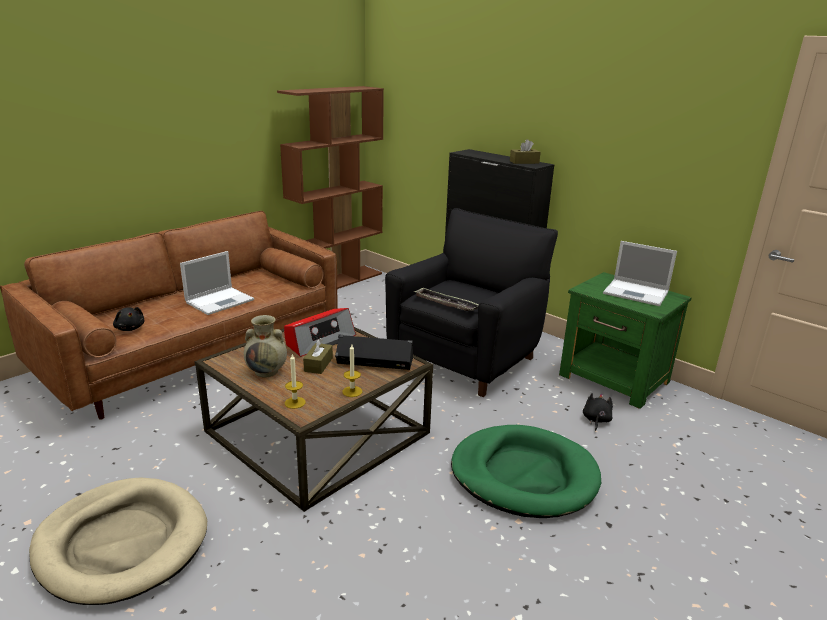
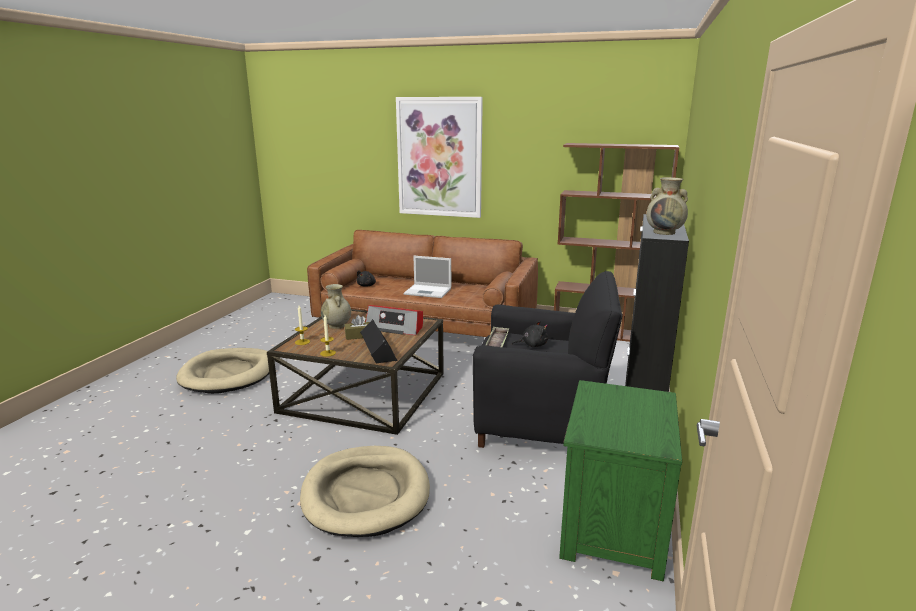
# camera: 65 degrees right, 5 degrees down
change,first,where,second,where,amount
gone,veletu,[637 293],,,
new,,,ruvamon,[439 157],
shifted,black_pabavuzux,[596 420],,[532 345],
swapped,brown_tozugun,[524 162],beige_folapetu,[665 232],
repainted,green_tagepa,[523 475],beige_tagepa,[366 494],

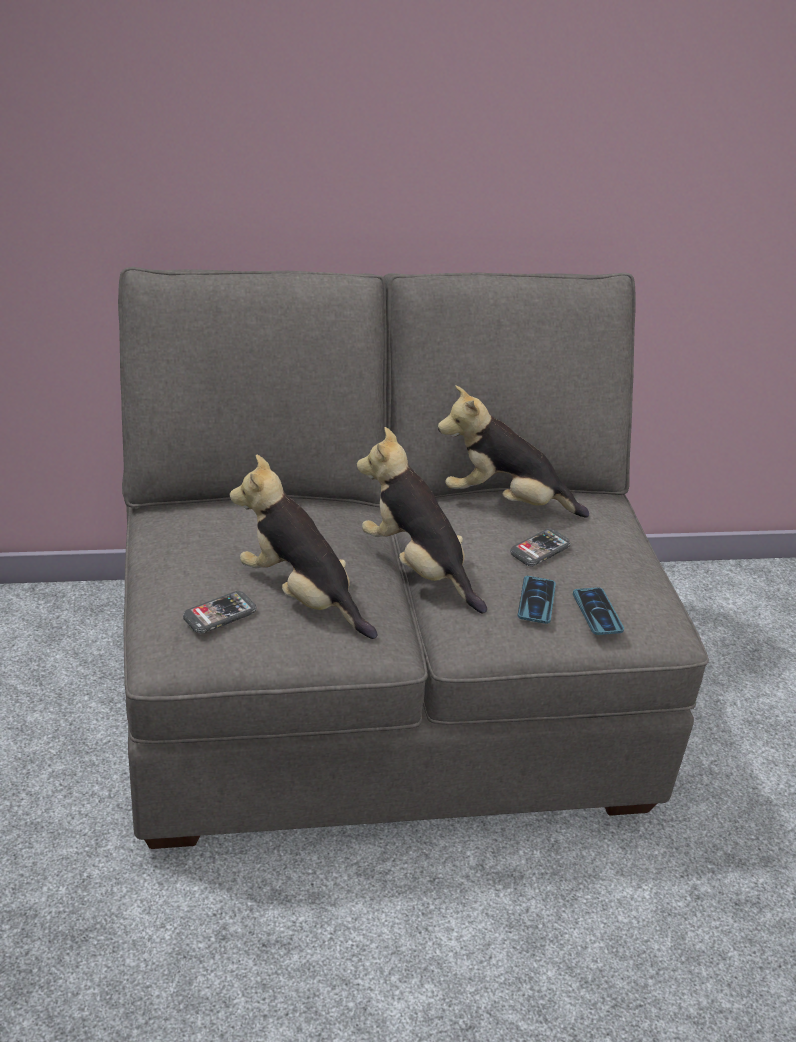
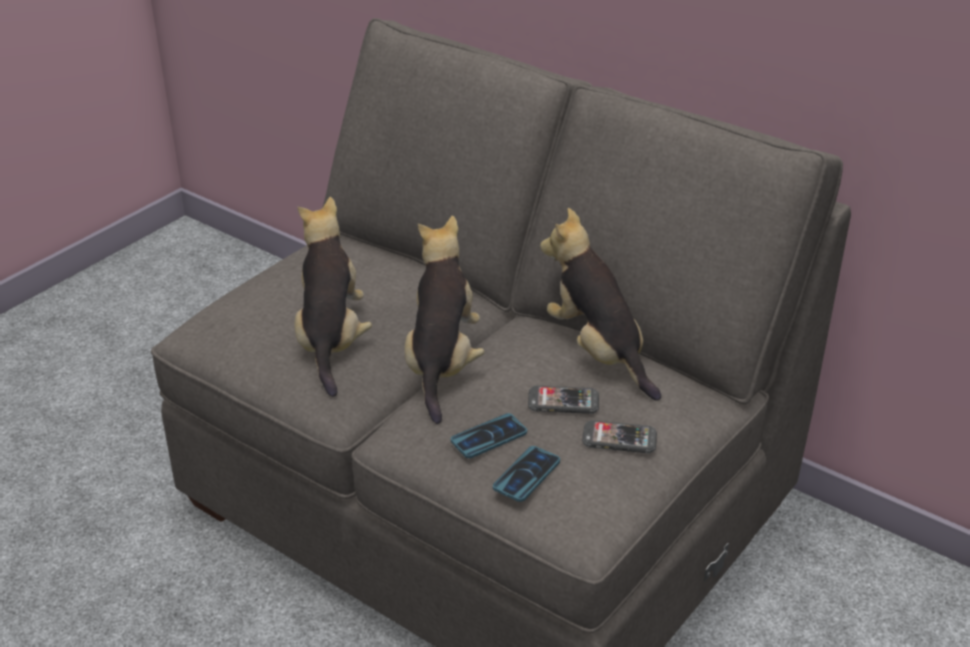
# camera: 50 degrees right, 0 degrees up
change,first,where,second,where,amount
shifted,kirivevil,[220 614],,[619 439],

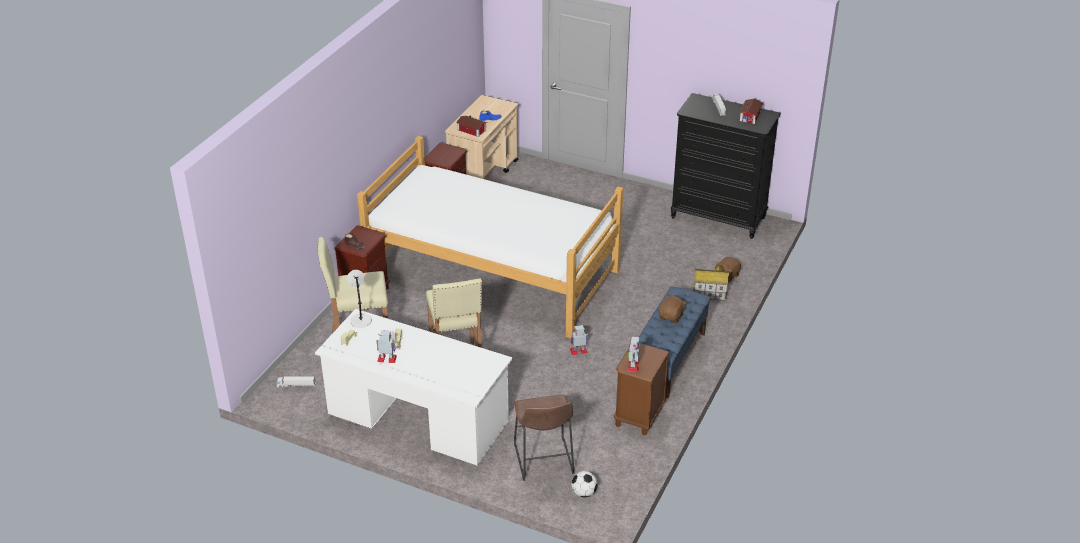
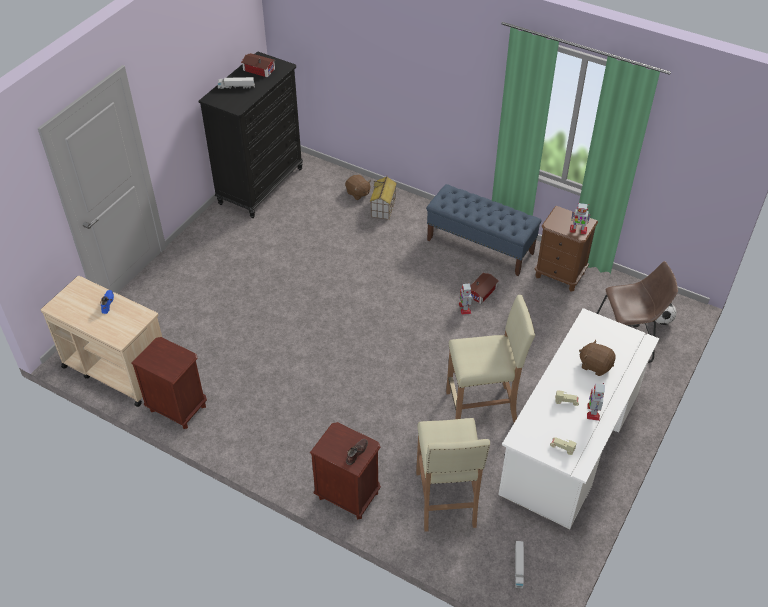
# camera: 85 degrees left, 10 degrees up
change,first,where,second,where,amount
gone,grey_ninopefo,[360 320],,,
gone,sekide,[492 272],,,
shifted,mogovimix,[472 130],,[483 292],
shifted,brown_pabavuzux,[671 317],,[595 365],

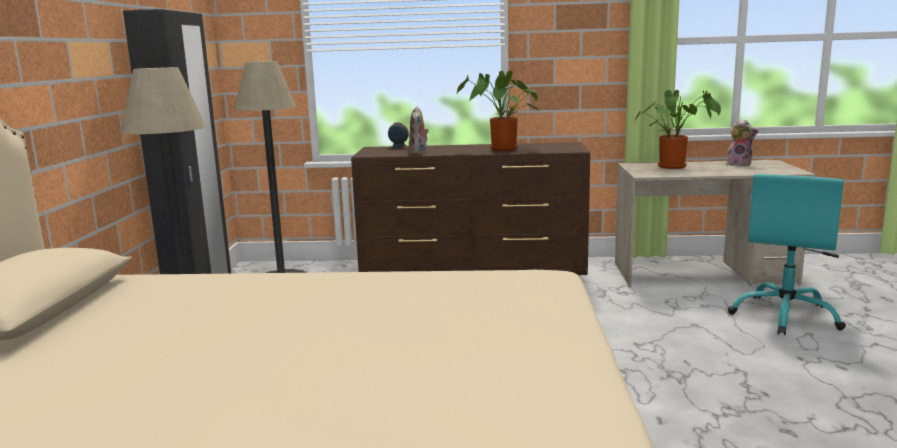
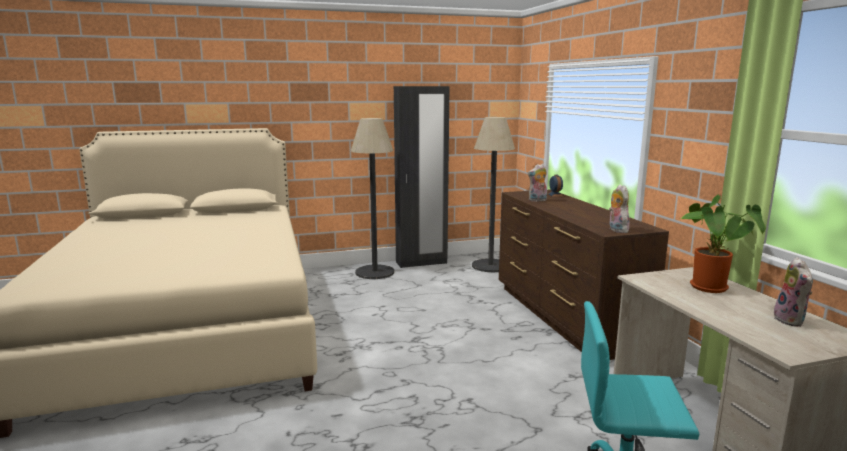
# camera: 70 degrees right, 0 degrees up
change,first,where,second,where,amount
gone,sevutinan,[501 149],,,
new,,,pabavuzux,[616 230],

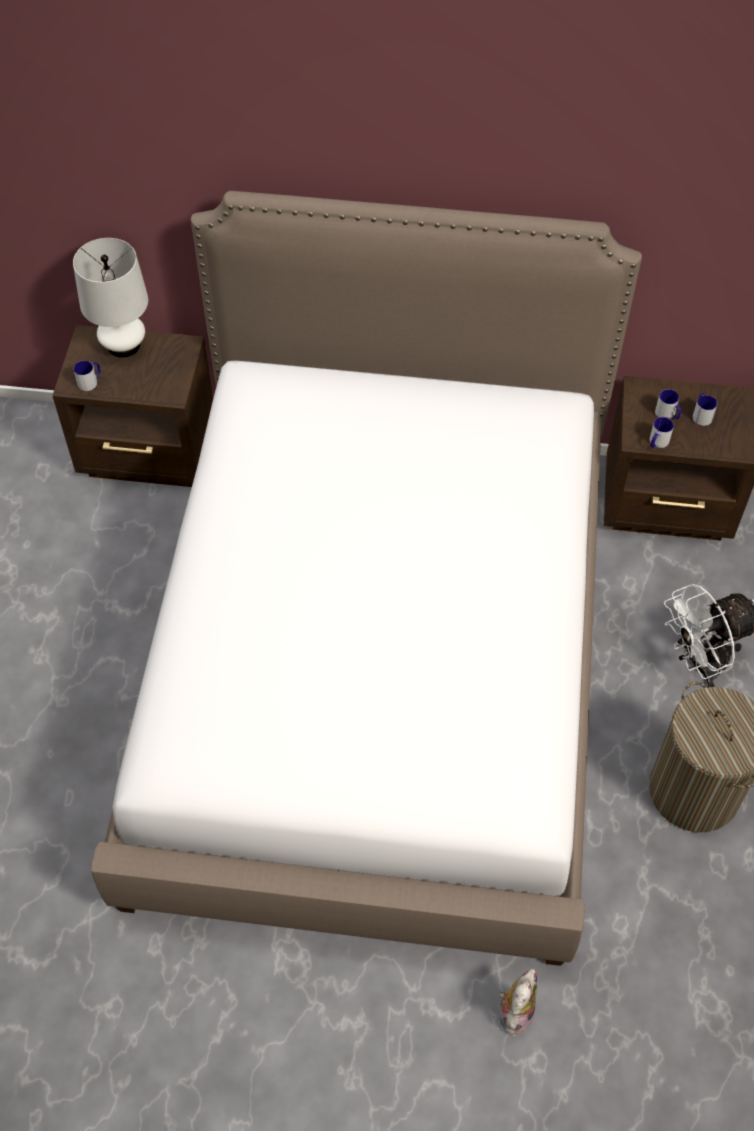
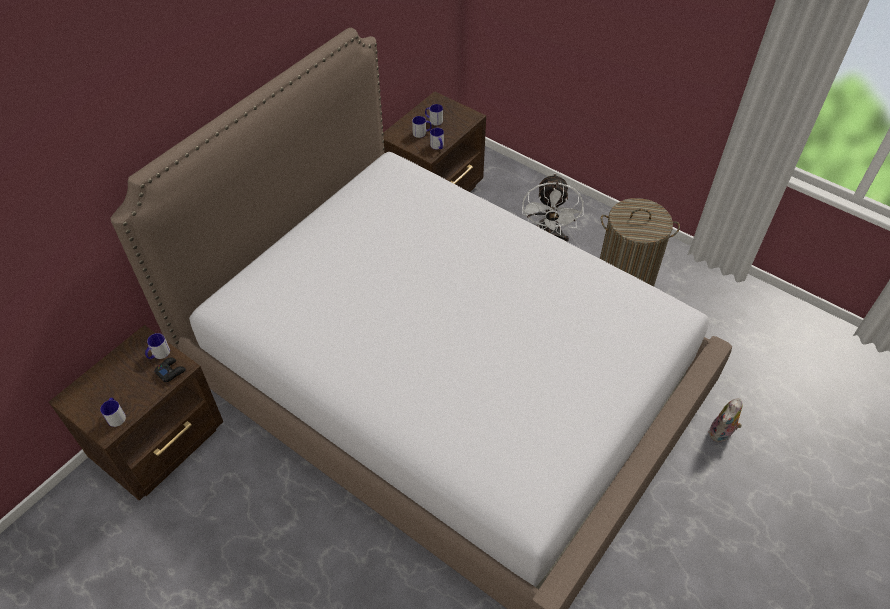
# camera: 60 degrees left, 5 degrees down
change,first,where,second,where,amount
gone,white_ninopefo,[123 345],,,
new,,,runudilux,[158 354],
new,,,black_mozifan,[170 371],
rotated,pabavuzux,[515 1012],,[721 433],105 degrees counterclockwise

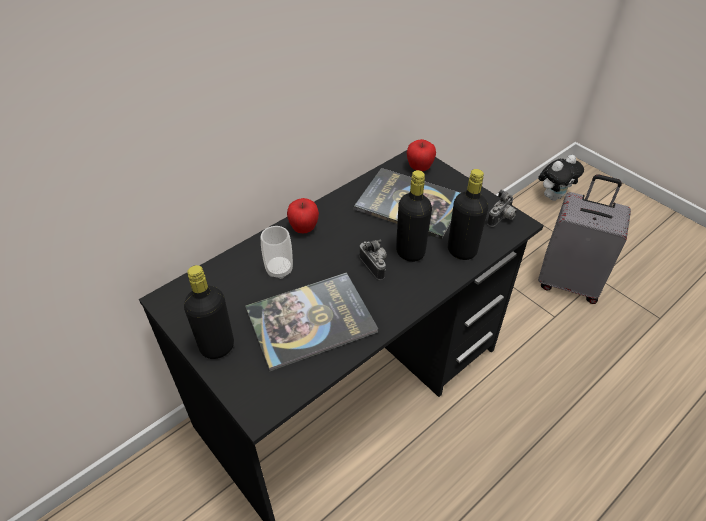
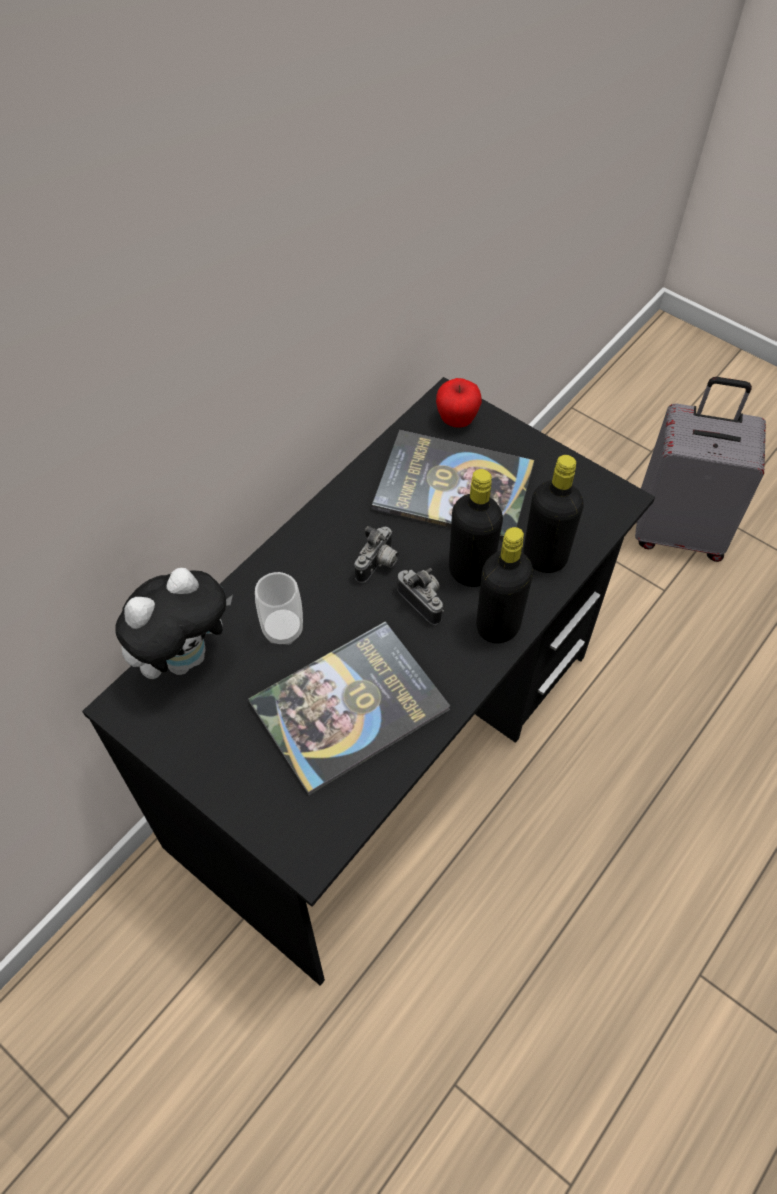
# camera: 10 degrees left, 10 degrees up
change,first,where,second,where,amount
gone,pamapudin,[304 229],,,
shifted,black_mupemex,[217 347],,[498 626],
shifted,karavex,[502 219],,[378 565],
shifted,pabavuzux,[553 196],,[185 656],

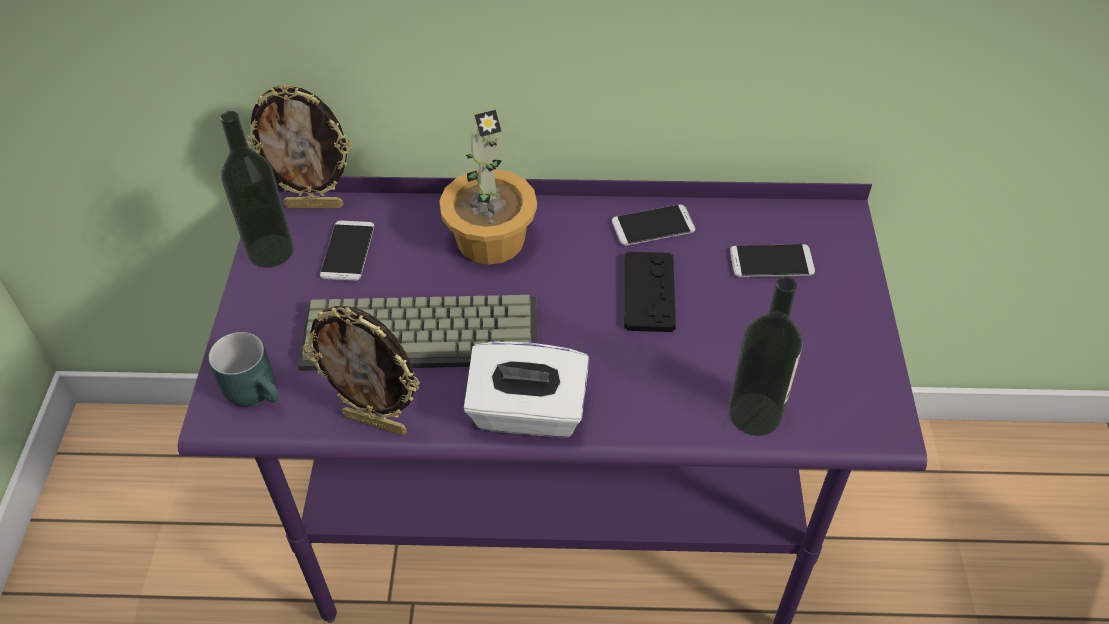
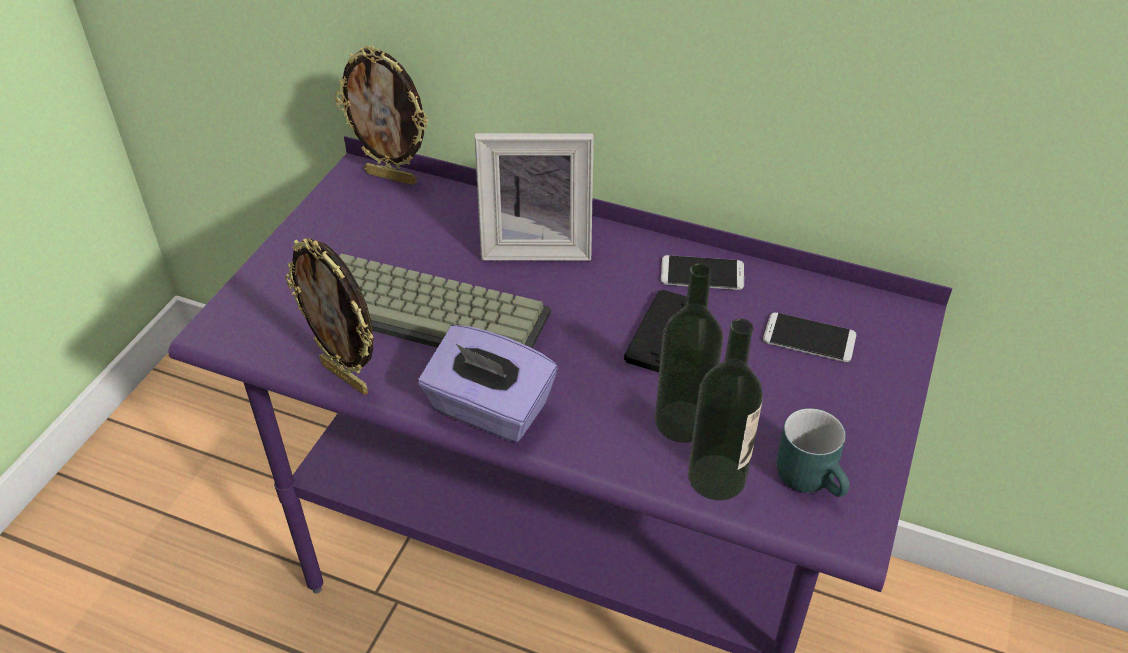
# camera: 20 degrees right, 5 degrees down
change,first,where,second,where,amount
gone,kirivevil,[348 251],,,
shifted,turquoise_runudilux,[259 391],,[813 478],
shifted,mupemex,[270 250],,[682 421],
swapped,sevutinan,[490 238],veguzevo,[536 245],
repainted,white_tozugun,[527 413],purple_tozugun,[489 409],

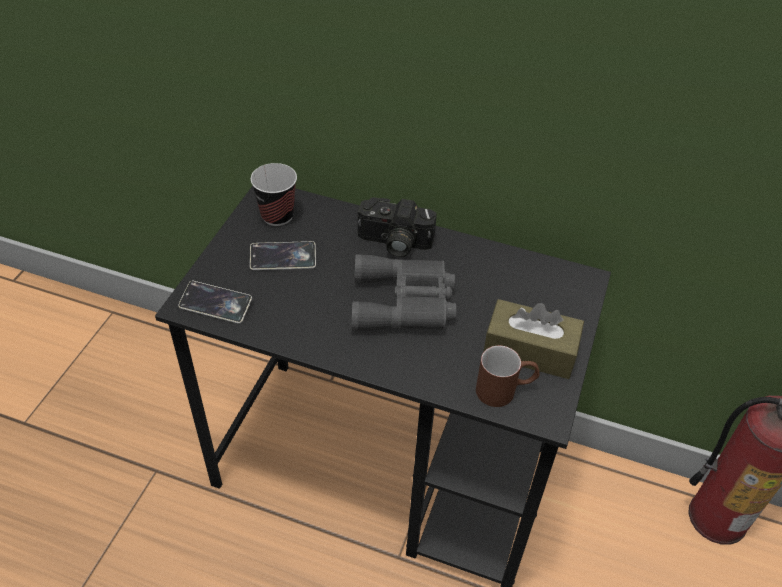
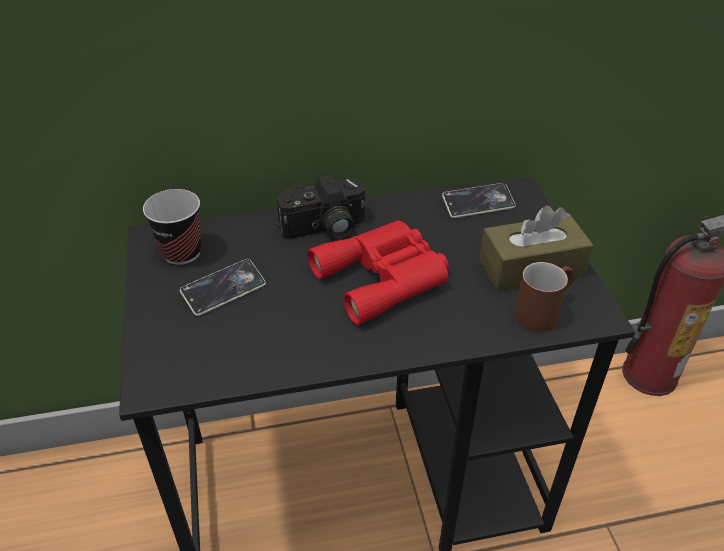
# camera: 30 degrees left, 5 degrees down
change,first,where,second,where,amount
shifted,kirivevil,[215 305],,[478 204],
repainted,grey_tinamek,[406 303],red_tinamek,[385 277],

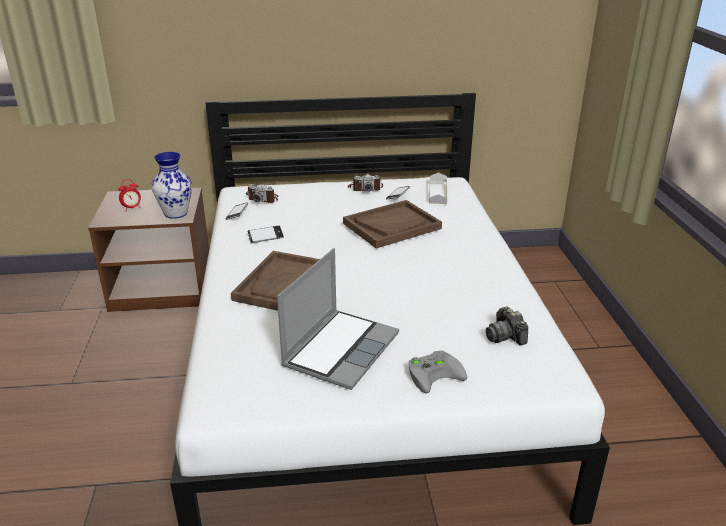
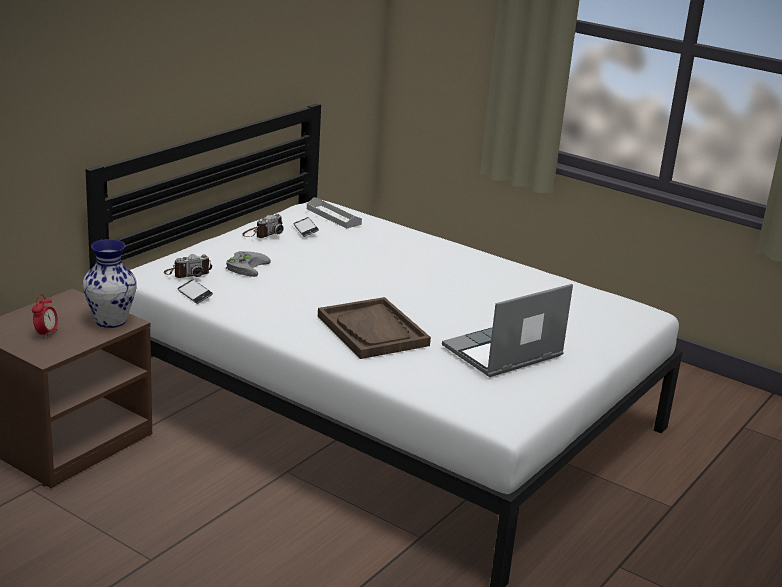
# camera: 50 degrees left, 5 degrees down
change,first,where,second,where,amount
gone,kirivevil,[265 237],,,
gone,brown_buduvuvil,[392 226],,,
gone,karavex,[505 336],,,
shifted,grey_mozifan,[435 372],,[246 266],
rotated,veletu,[340 349],,[502 353],105 degrees counterclockwise

